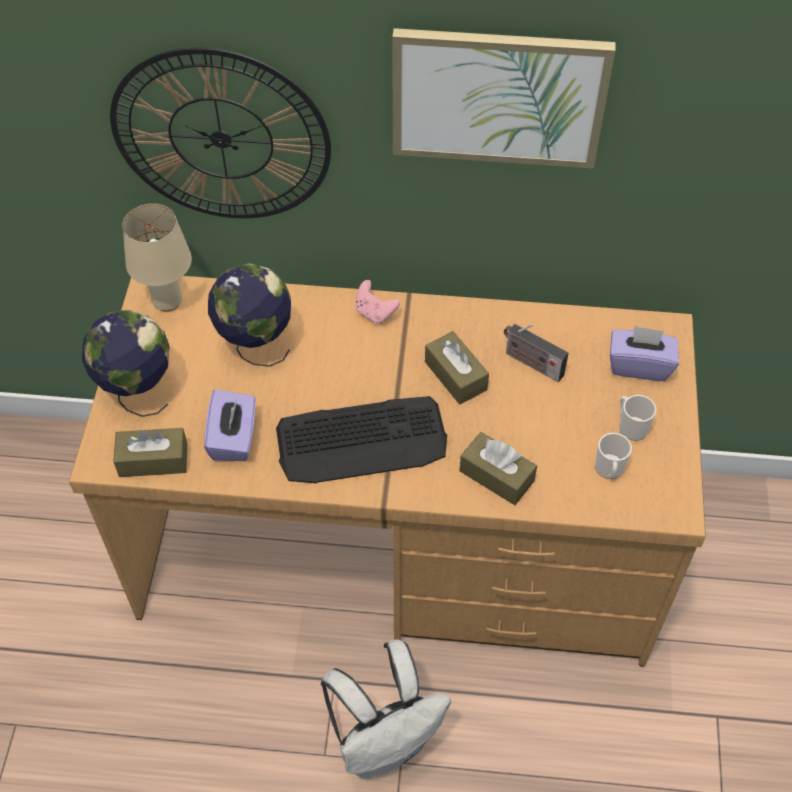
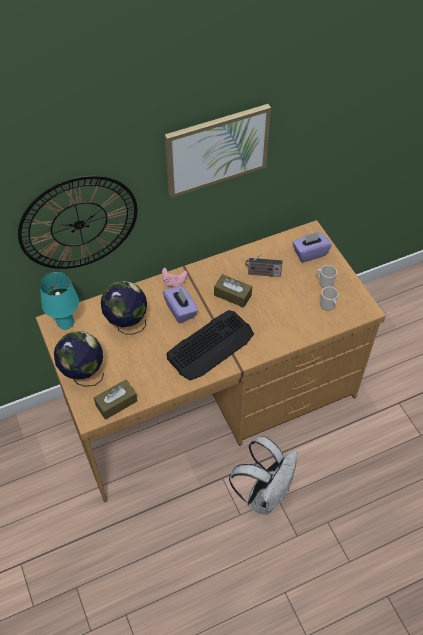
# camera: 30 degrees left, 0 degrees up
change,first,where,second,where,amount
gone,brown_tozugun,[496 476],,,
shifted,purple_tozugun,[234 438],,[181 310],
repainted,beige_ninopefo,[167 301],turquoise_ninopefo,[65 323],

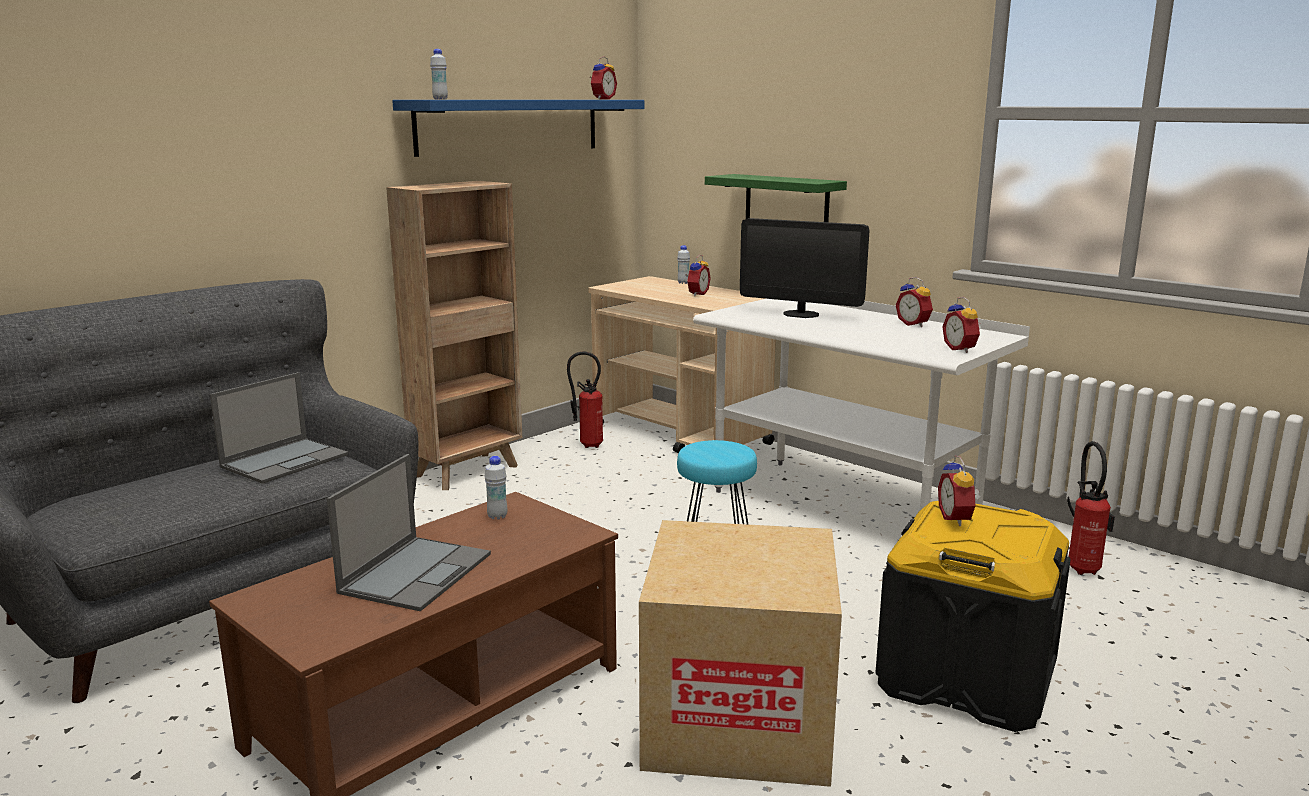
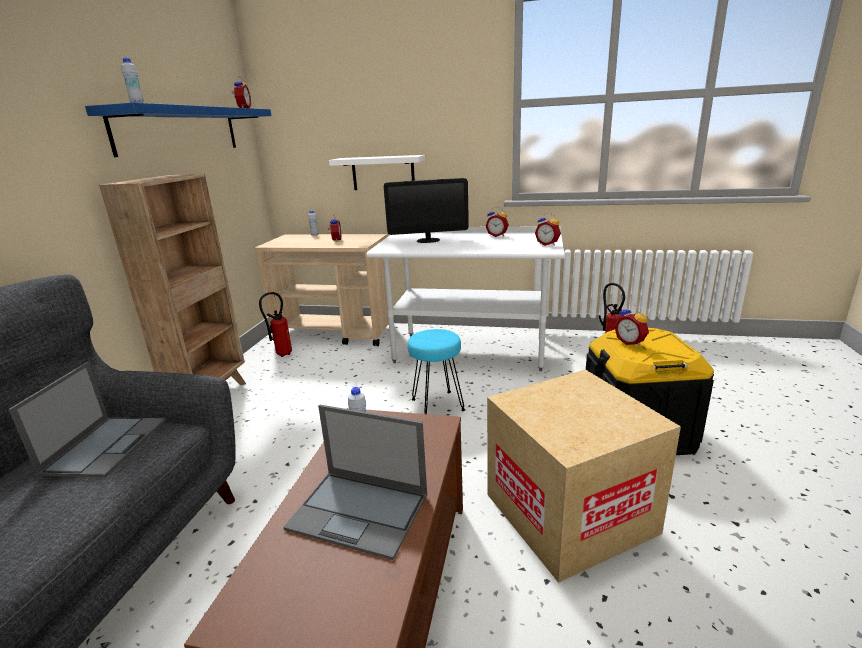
# camera: 30 degrees left, 5 degrees up
change,first,where,second,where,amount
repainted,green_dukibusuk,[786 202],white_dukibusuk,[383 173],
rotated,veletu,[417 572],,[360 512],120 degrees clockwise

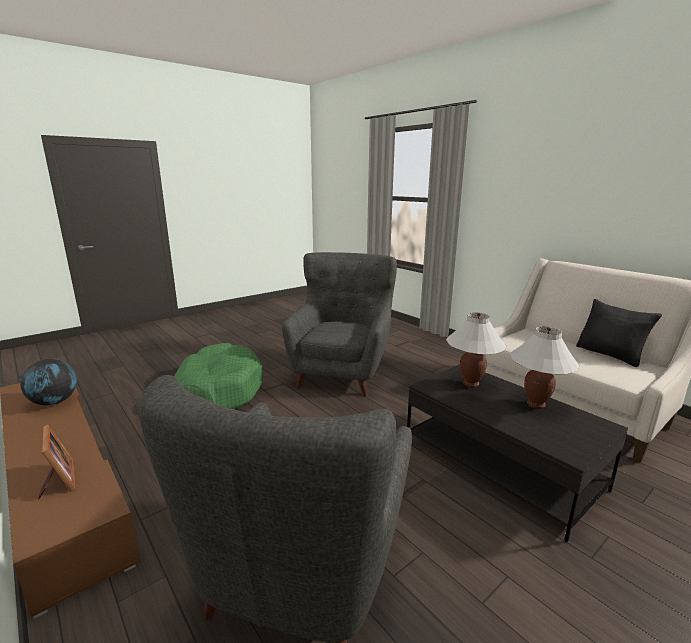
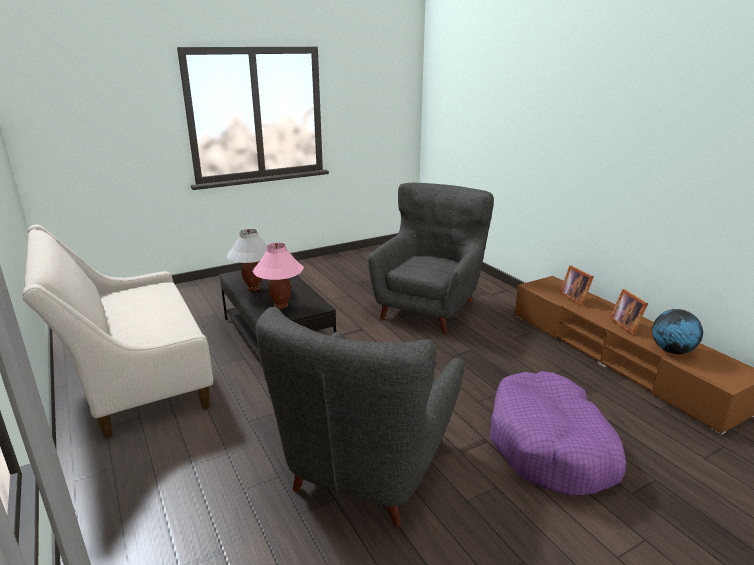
# camera: 170 degrees left, 5 degrees up
change,first,where,second,where,amount
gone,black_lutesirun,[610 355],,,
new,,,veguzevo,[626 325],
repainted,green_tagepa,[218 390],purple_tagepa,[551 446],
repainted,white_ninopefo,[470 384],pink_ninopefo,[281 306],

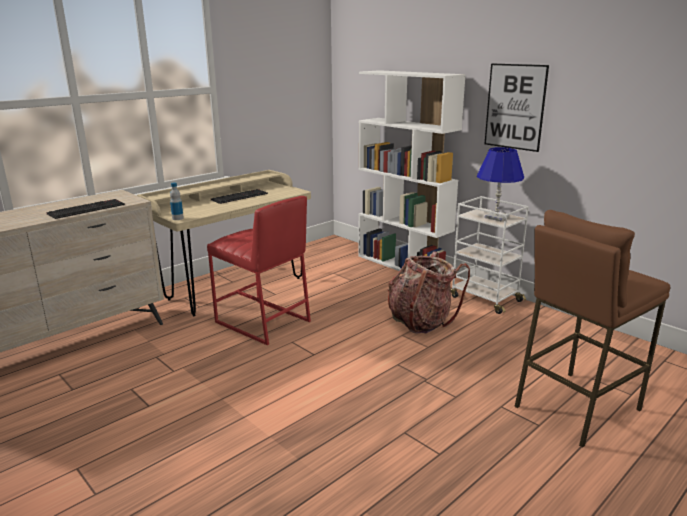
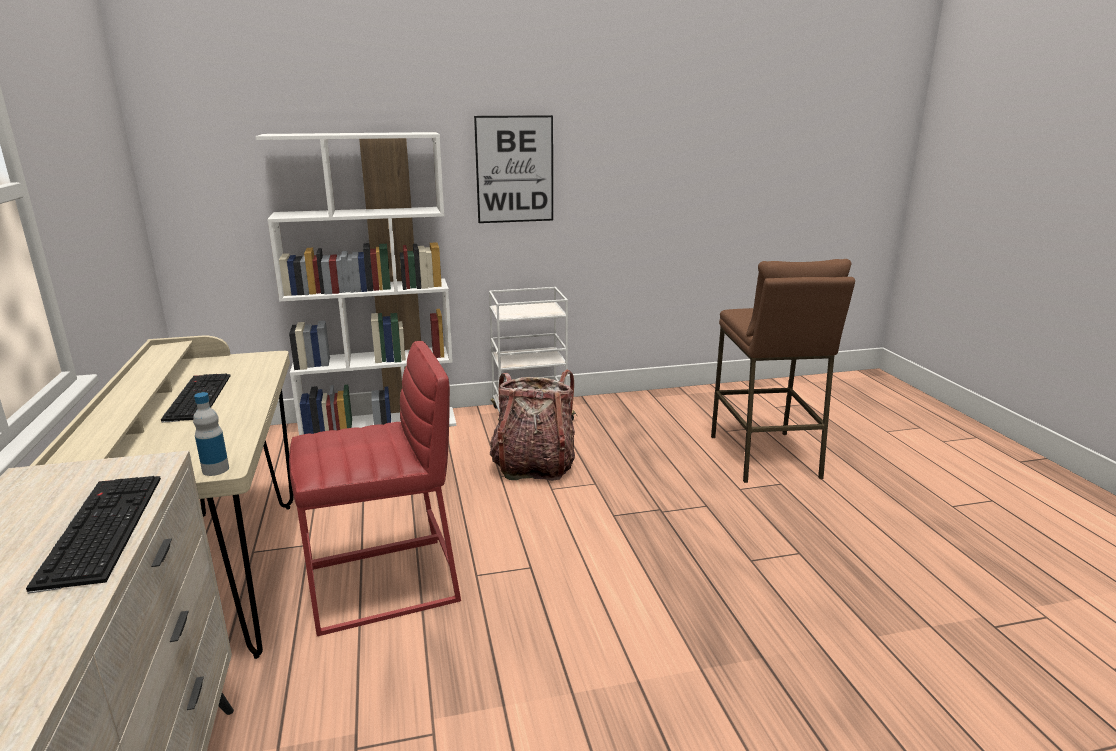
# camera: 60 degrees left, 0 degrees up
change,first,where,second,where,amount
gone,blue_ninopefo,[496 217],,,

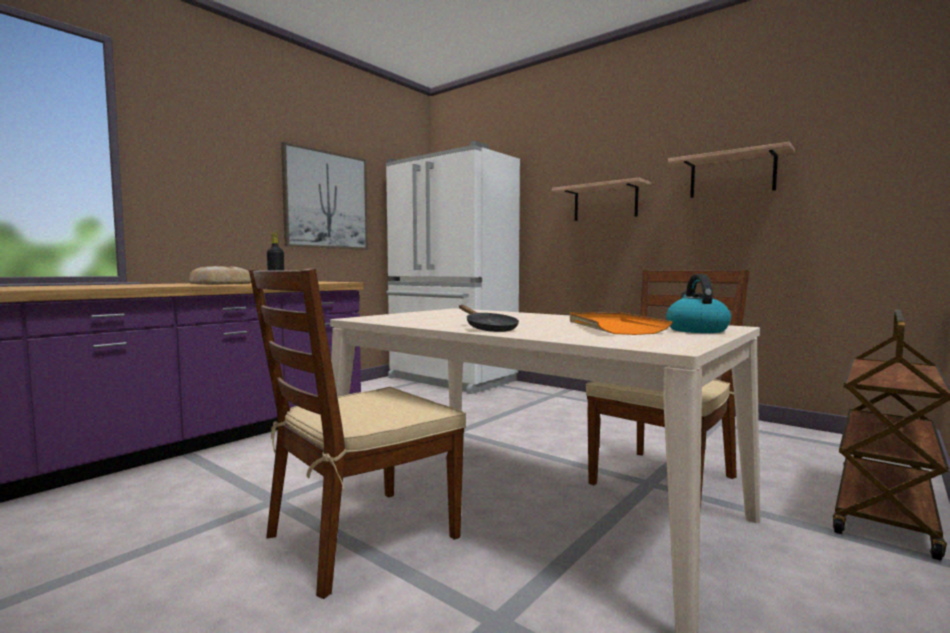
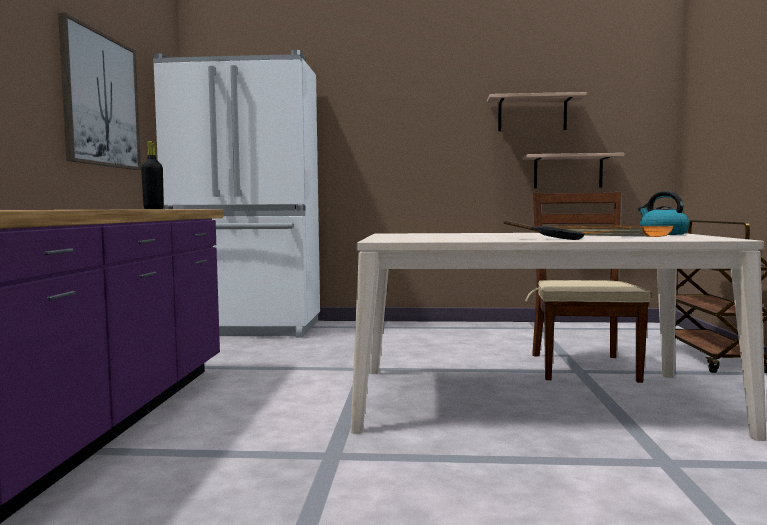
# camera: 35 degrees left, 0 degrees up
change,first,where,second,where,amount
gone,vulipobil,[220 284],,,
gone,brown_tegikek,[360 537],,,
shifted,dukibusuk,[605 202],,[568 171],

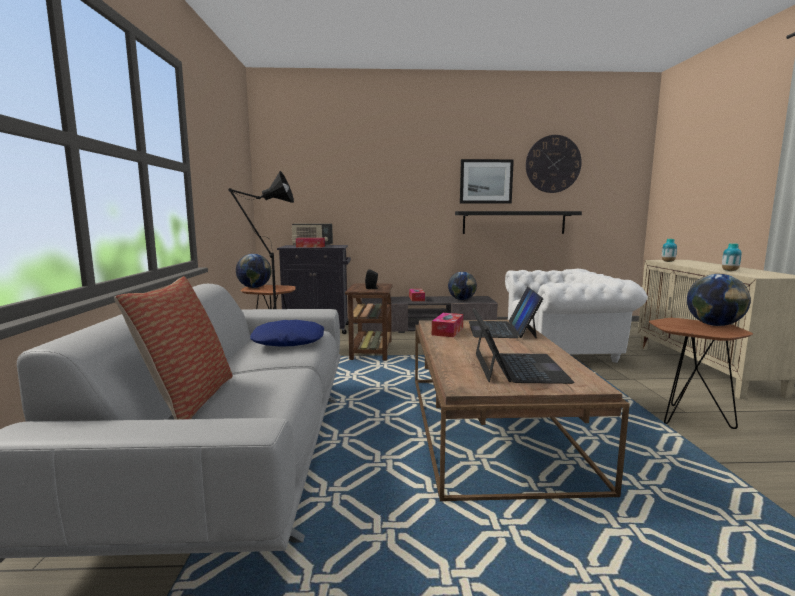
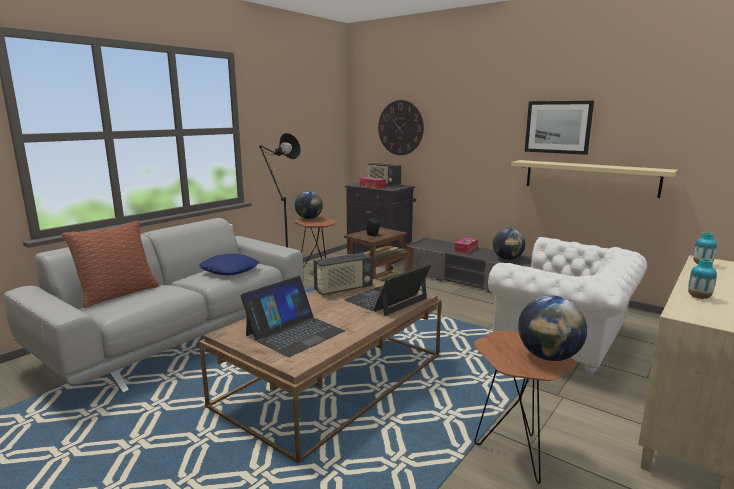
# camera: 40 degrees right, 5 degrees up
change,first,where,second,where,amount
shifted,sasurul,[553 164],,[400 128],
swapped,tozugun,[447 331],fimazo,[343 289],
repainted,black_dukibusuk,[513 222],beige_dukibusuk,[590 178],

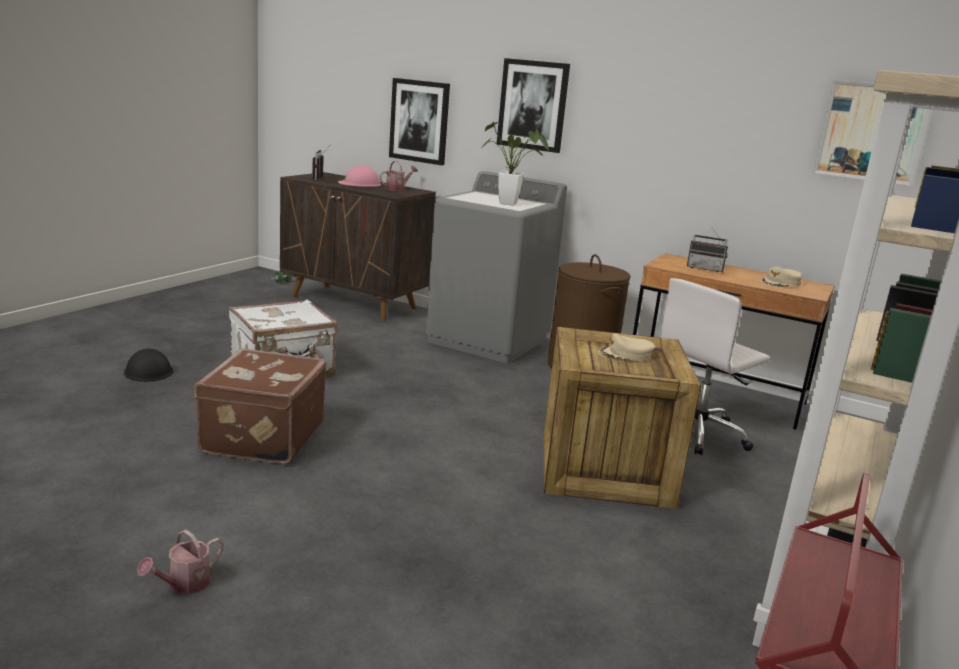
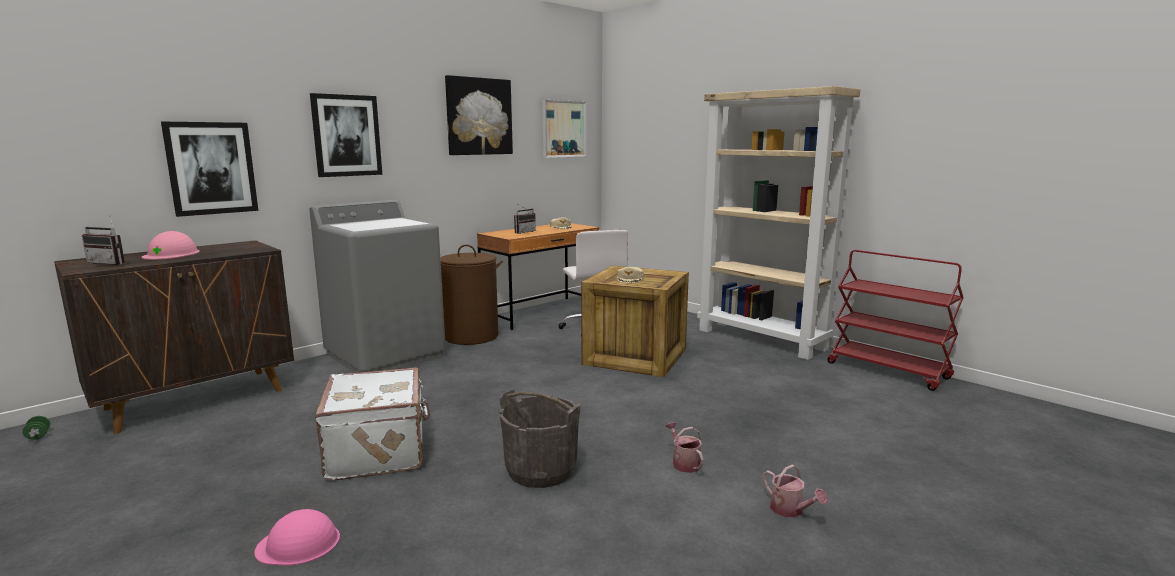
# camera: 70 degrees left, 5 degrees down
change,first,where,second,where,amount
gone,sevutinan,[512 204],,,
new,,,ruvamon,[479 116],
shifted,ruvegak,[397 189],,[684 463],
swapped,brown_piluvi,[261 437],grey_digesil,[541 470],
repainted,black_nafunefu,[148 371],pink_nafunefu,[299 544],

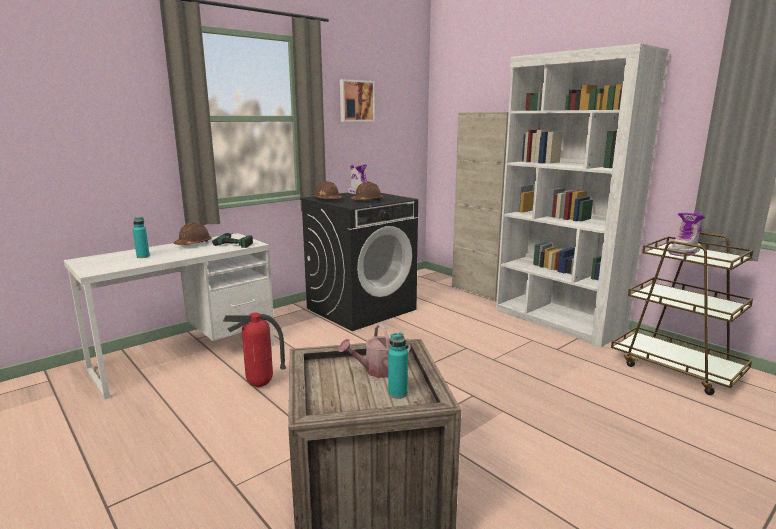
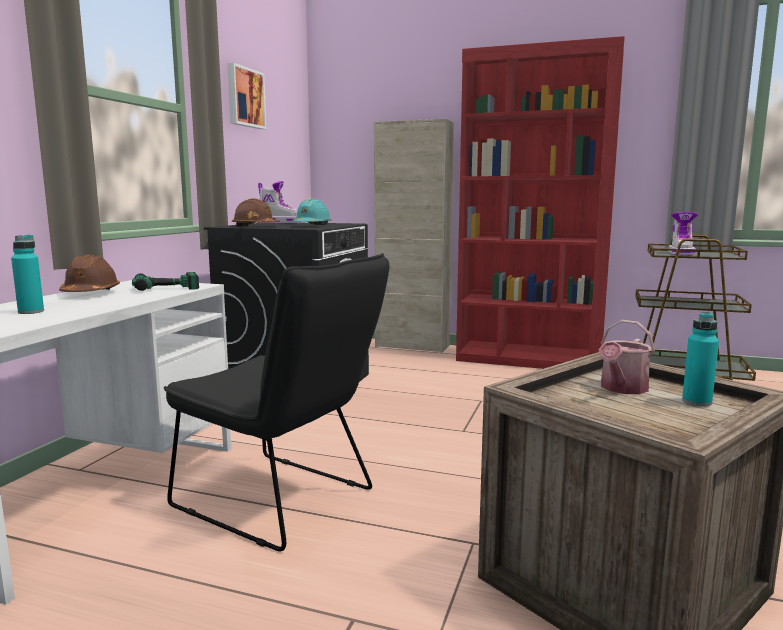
# camera: 30 degrees left, 5 degrees down
change,first,where,second,where,amount
swapped,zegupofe,[260 385],black_tegikek,[283 502],
repainted,brown_nafunefu,[367 201],turquoise_nafunefu,[312 225],
repainted,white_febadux,[558 320],red_febadux,[529 359],

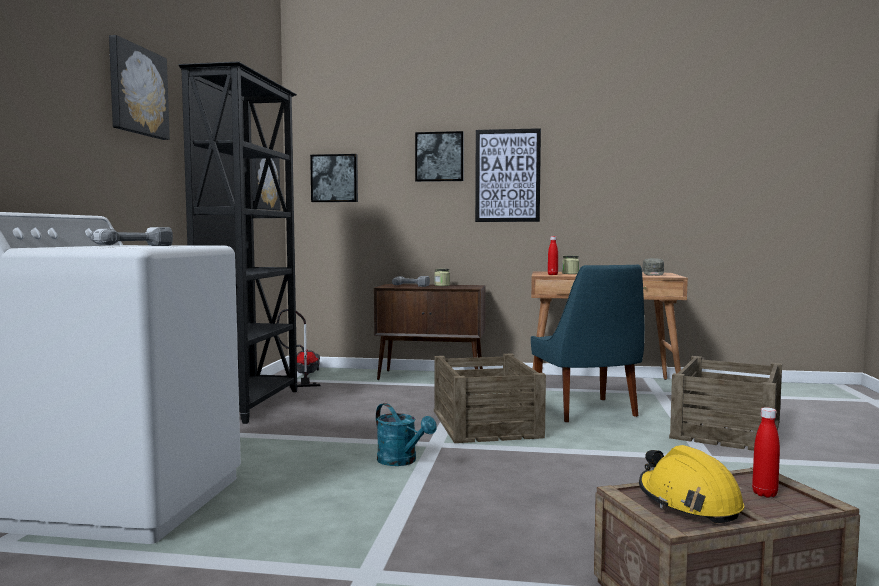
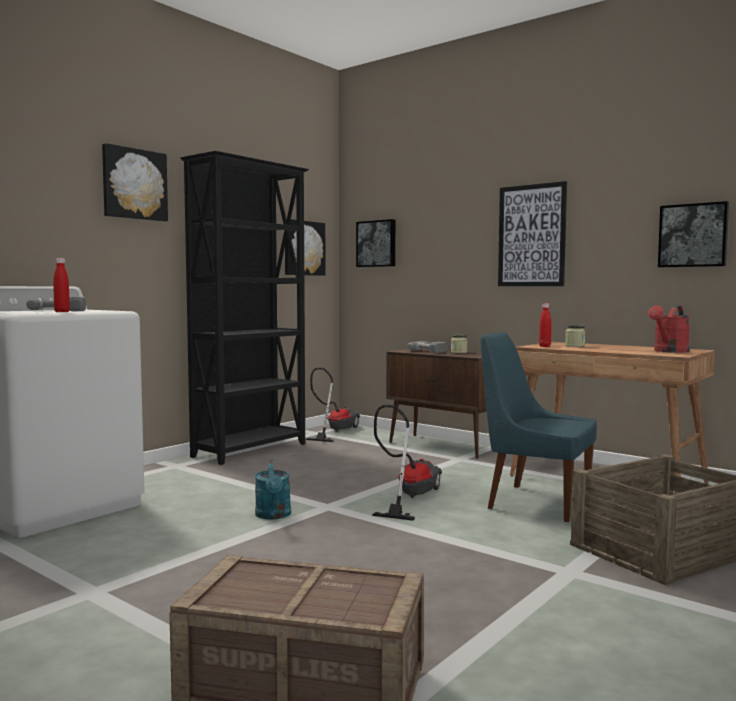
# camera: 30 degrees right, 0 degrees up
change,first,where,second,where,amount
gone,yellow_nafunefu,[688 502],,,
shifted,ruvamon,[439 157],,[693 235],
shifted,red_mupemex,[764 494],,[62 312],
swapped,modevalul,[486 423],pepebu,[408 496],
swapped,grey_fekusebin,[653 274],red_ruvegak,[669 351],
rotated,blue_tegikek,[587 411],,[534 502],105 degrees clockwise

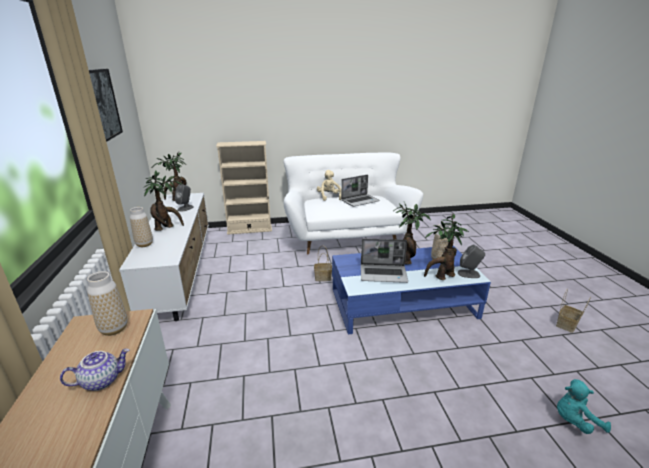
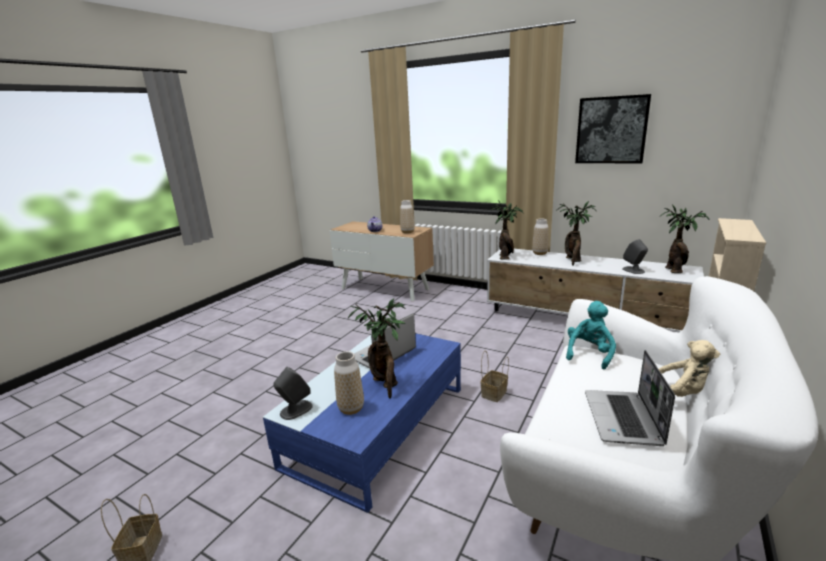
# camera: 130 degrees right, 5 degrees down
change,first,where,second,where,amount
shifted,sevutinan,[441 276],,[505 257],
shifted,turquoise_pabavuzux,[574 421],,[589 354],

